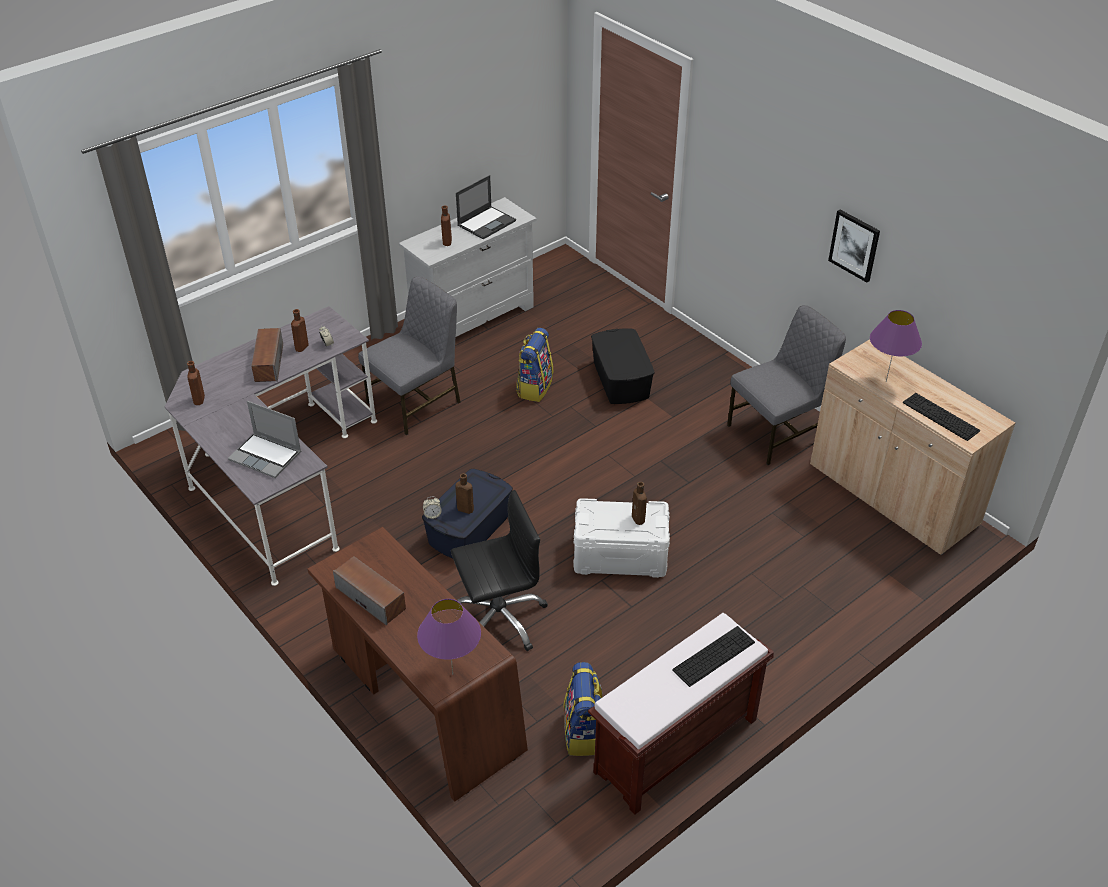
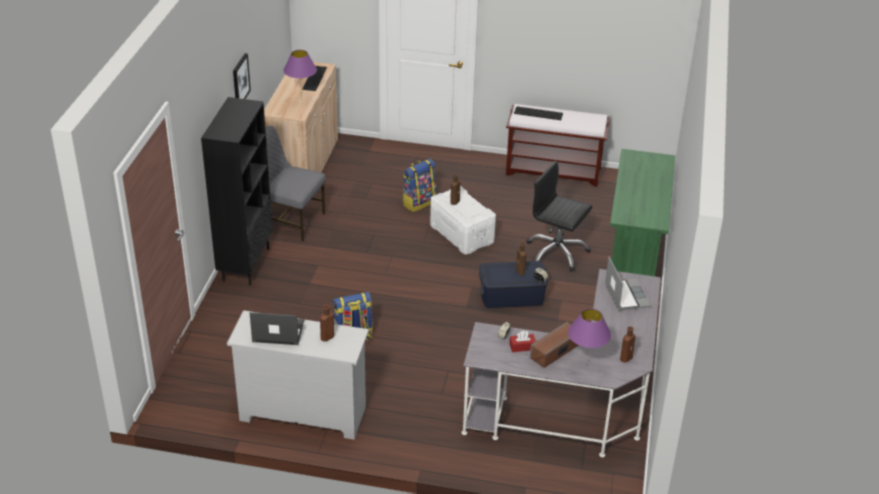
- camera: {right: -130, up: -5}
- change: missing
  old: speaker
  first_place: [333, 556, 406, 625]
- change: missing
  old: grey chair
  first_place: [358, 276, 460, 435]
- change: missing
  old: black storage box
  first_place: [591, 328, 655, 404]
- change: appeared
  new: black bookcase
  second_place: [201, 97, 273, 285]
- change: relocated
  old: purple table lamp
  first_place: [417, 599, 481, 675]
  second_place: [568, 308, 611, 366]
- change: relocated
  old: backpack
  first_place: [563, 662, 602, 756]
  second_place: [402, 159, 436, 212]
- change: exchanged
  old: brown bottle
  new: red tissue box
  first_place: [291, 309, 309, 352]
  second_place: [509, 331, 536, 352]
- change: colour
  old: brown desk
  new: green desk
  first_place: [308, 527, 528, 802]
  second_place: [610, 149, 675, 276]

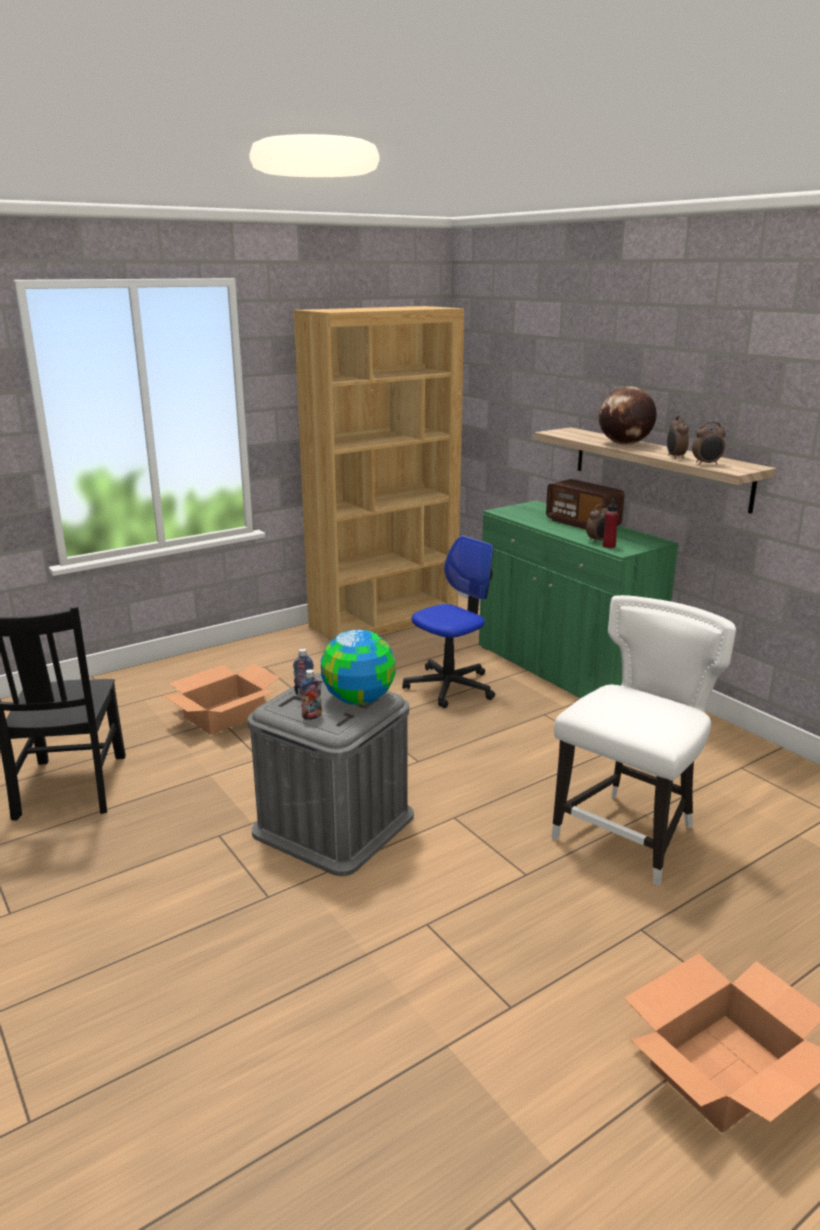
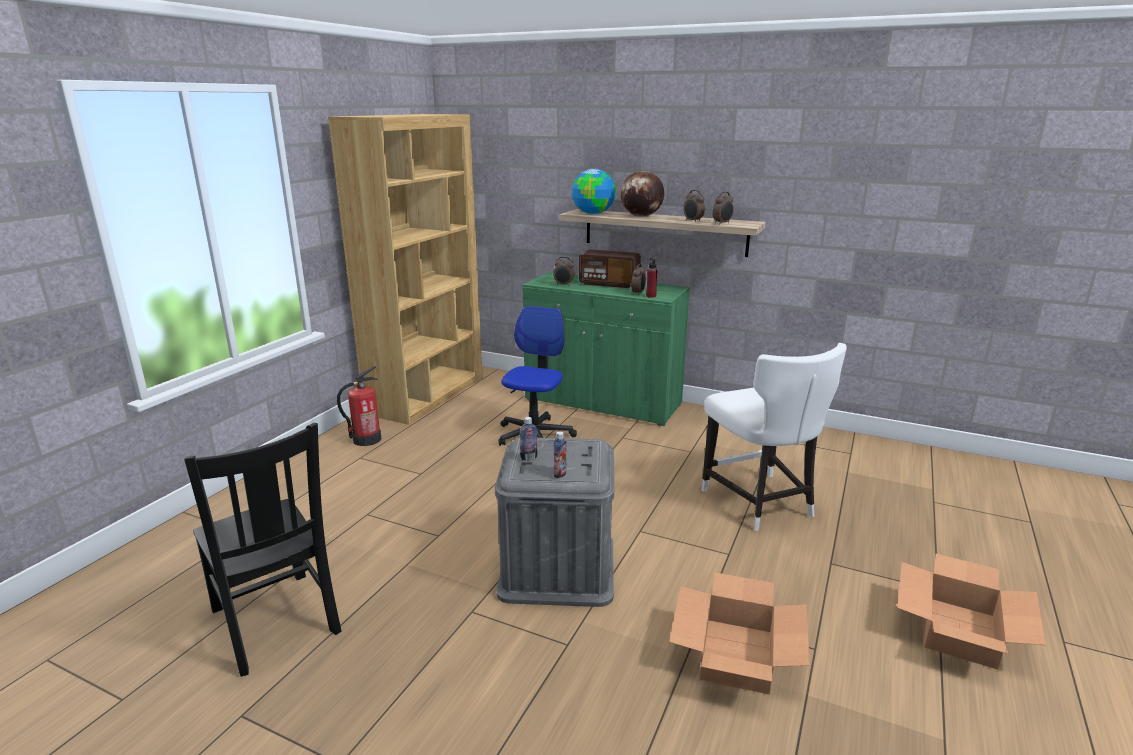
- camera: {right: -30, up: 0}
- change: appeared
  new: fire extinguisher
  second_place: [337, 366, 382, 446]
- change: appeared
  new: alarm clock
  second_place: [553, 257, 575, 286]
- change: relocated
  old: cardboard box
  first_place: [163, 663, 280, 735]
  second_place: [669, 573, 810, 694]
- change: relocated
  old: globe
  first_place: [321, 630, 395, 705]
  second_place: [572, 169, 616, 215]
- change: spun
  old: white chair
  first_place: [551, 595, 736, 886]
  second_place: [701, 343, 847, 531]
  degrees: 150

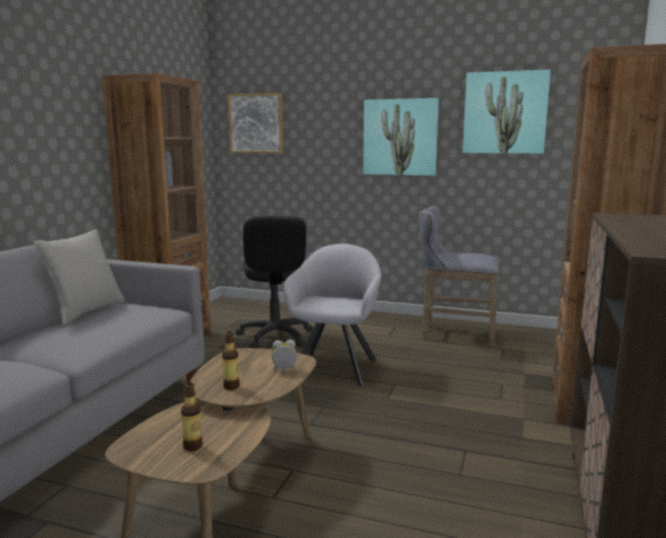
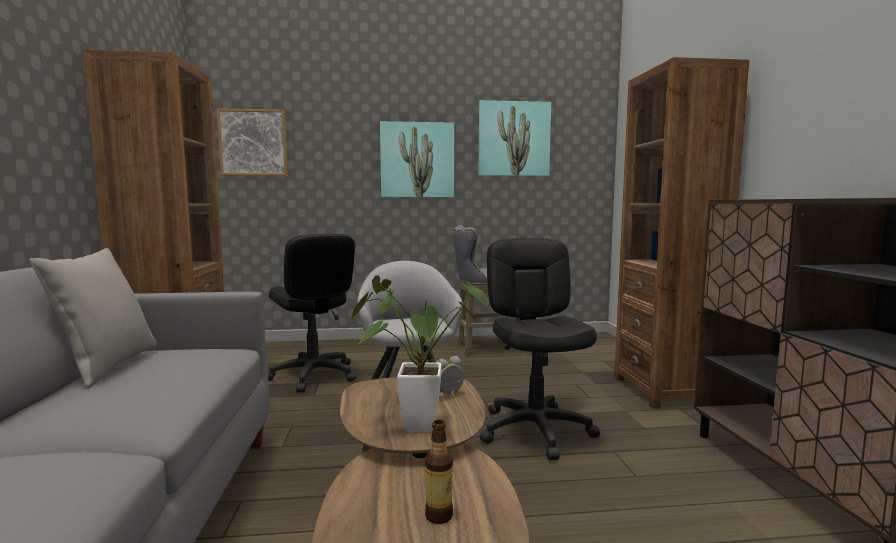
- camera: {right: -25, up: -5}
- change: appeared
  new: black office chair
  second_place: [479, 238, 600, 460]
- change: exchanged
  old: bottle
  new: potted plant
  first_place: [222, 331, 240, 390]
  second_place: [351, 275, 488, 432]

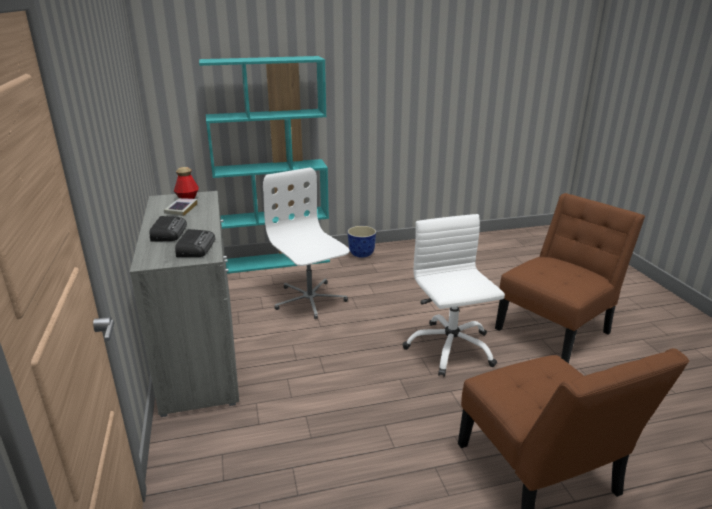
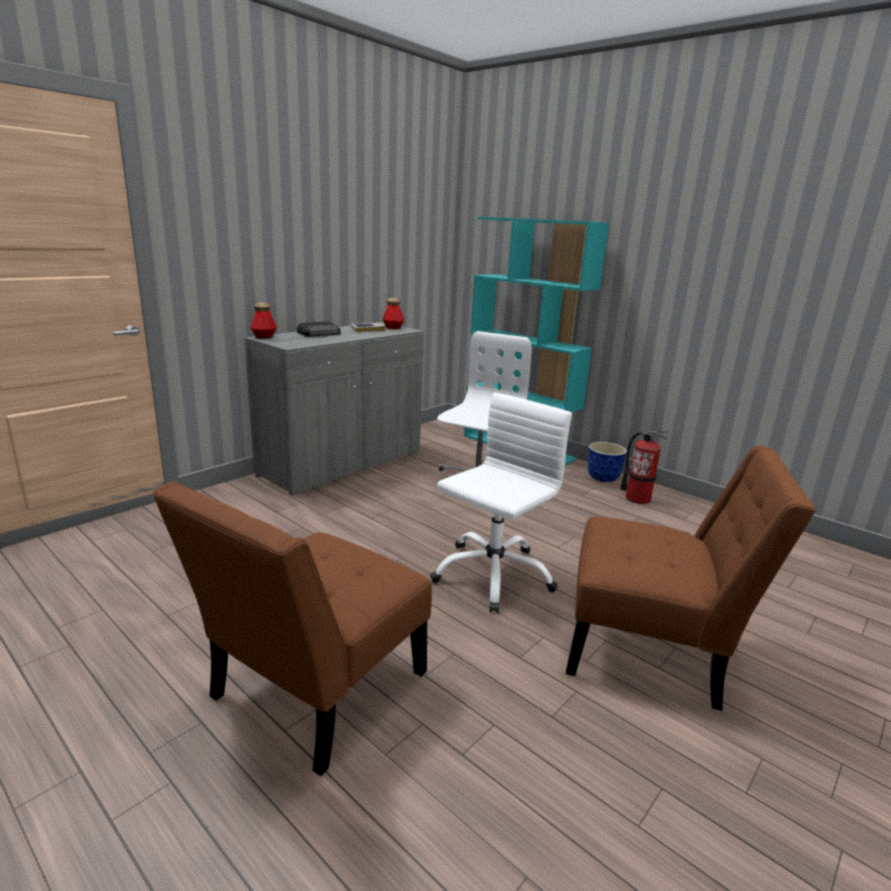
- camera: {right: 55, up: -5}
- change: missing
  old: radio
  first_place: [175, 229, 215, 257]
- change: appeared
  new: bottle
  second_place: [250, 303, 277, 339]
- change: appeared
  new: fire extinguisher
  second_place: [620, 430, 669, 504]

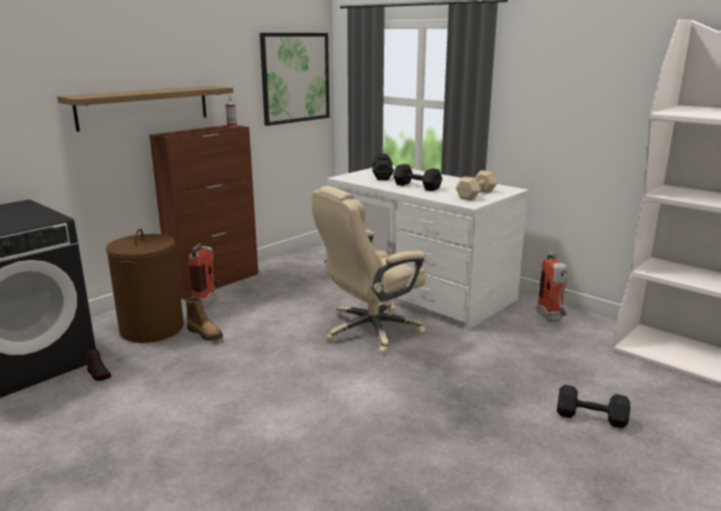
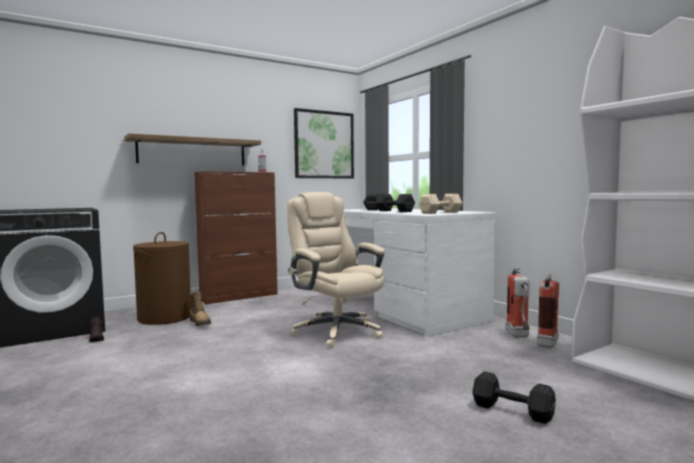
- camera: {right: 15, up: -15}
- change: relocated
  old: fire extinguisher
  first_place: [189, 242, 218, 308]
  second_place: [537, 273, 559, 348]
- change: spun
  old: beige office chair
  first_place: [311, 186, 426, 355]
  second_place: [287, 192, 385, 348]
  degrees: 75

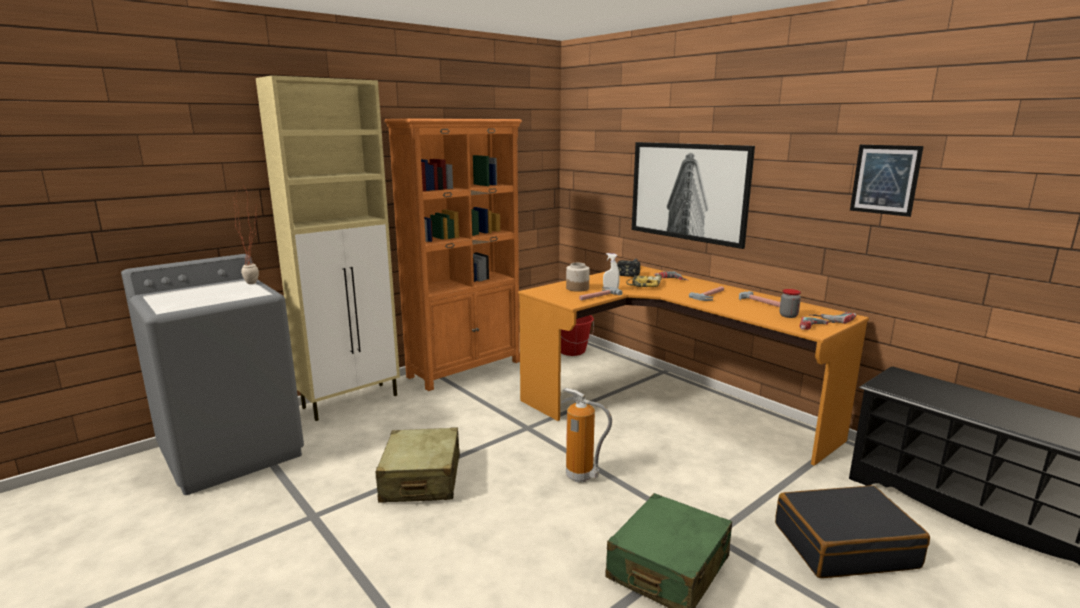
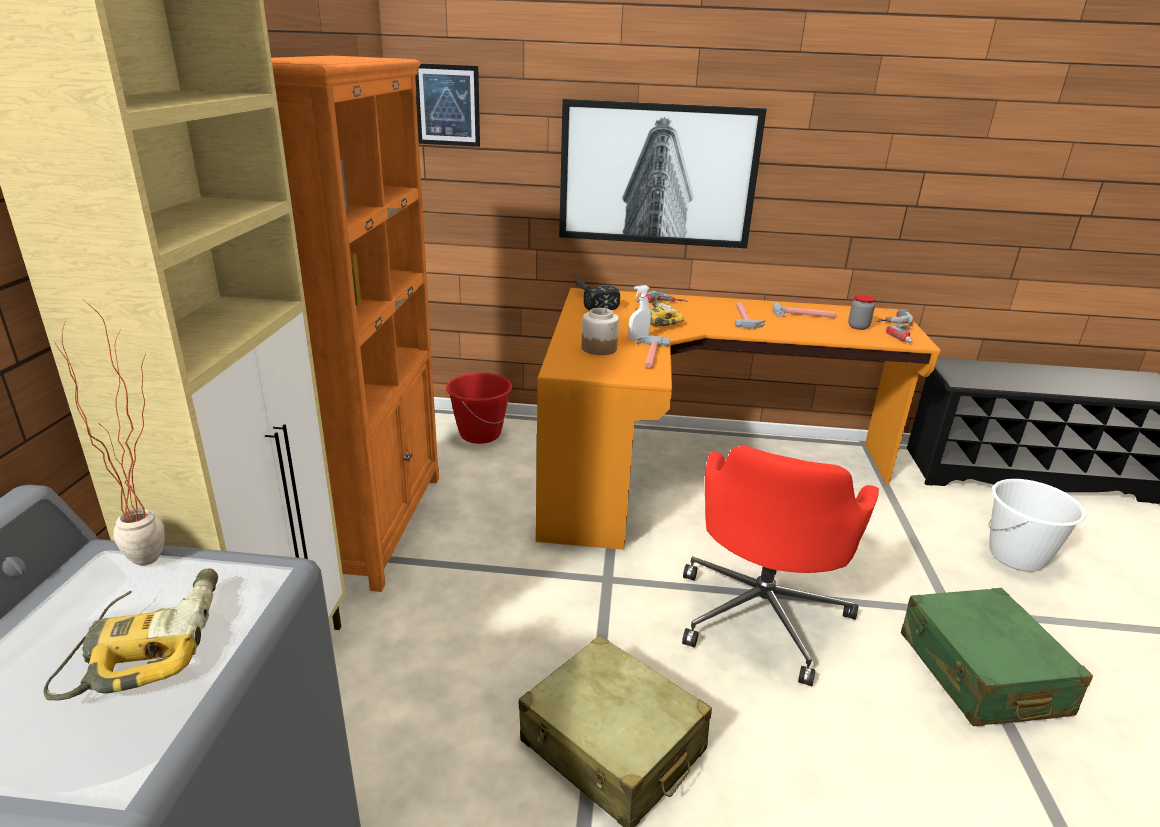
- camera: {right: -45, up: 10}
- change: appeared
  new: power drill
  second_place: [43, 569, 218, 700]
- change: relocated
  old: picture
  first_place: [850, 145, 924, 217]
  second_place: [415, 64, 480, 147]
- change: exchanged
  old: fire extinguisher
  new: red office chair
  first_place: [562, 388, 612, 483]
  second_place: [682, 446, 879, 686]
- change: exchanged
  old: black suitcase
  new: white bucket
  first_place: [775, 485, 930, 578]
  second_place: [989, 479, 1086, 572]

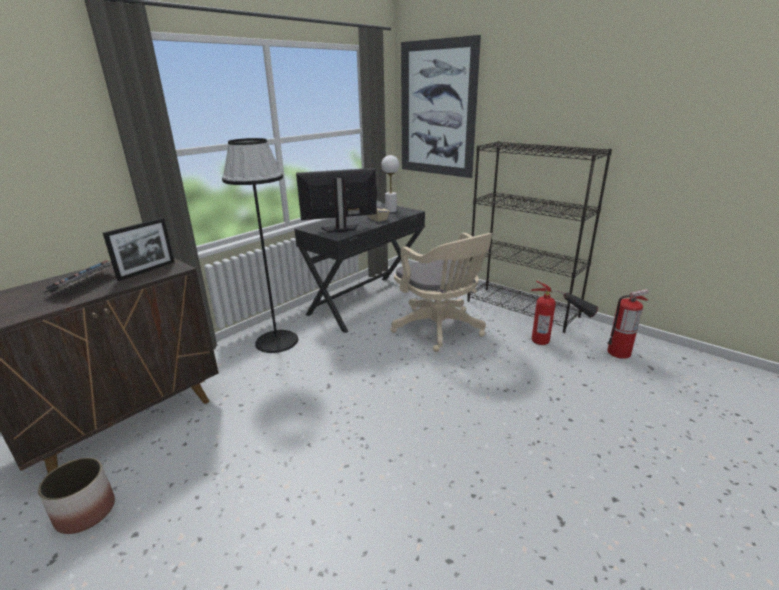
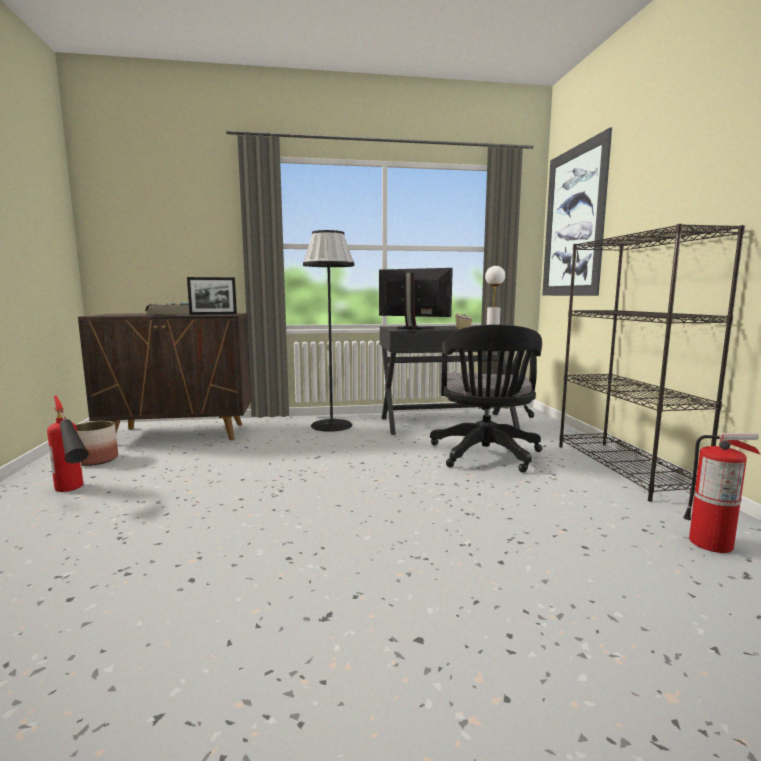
- camera: {right: 40, up: -15}
- change: relocated
  old: fire extinguisher
  first_place: [531, 281, 598, 345]
  second_place: [47, 395, 89, 492]
- change: colour
  old: beige office chair
  new: black office chair
  first_place: [391, 233, 492, 352]
  second_place: [430, 324, 542, 473]

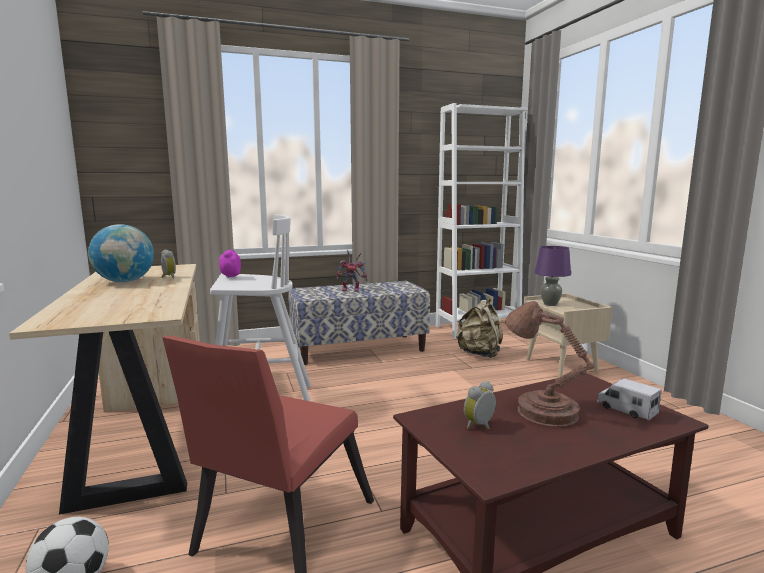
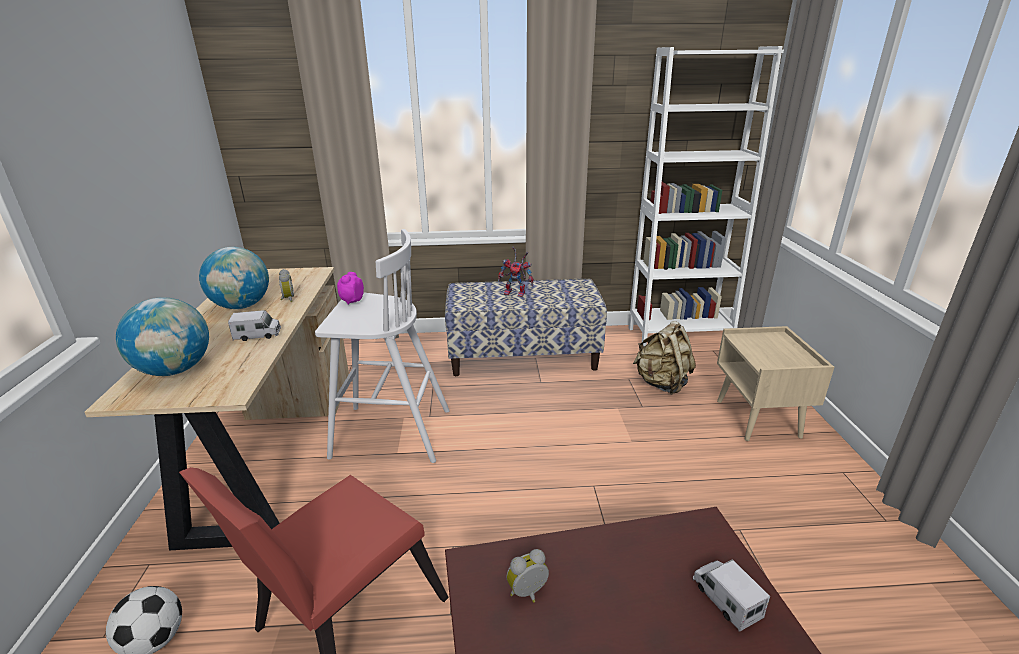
- camera: {right: 15, up: 15}
- change: missing
  old: brown table lamp
  first_place: [505, 301, 595, 427]
- change: missing
  old: purple table lamp
  first_place: [534, 246, 571, 306]
- change: appeared
  new: globe
  second_place: [116, 297, 209, 376]
- change: appeared
  new: toy truck
  second_place: [228, 310, 281, 341]

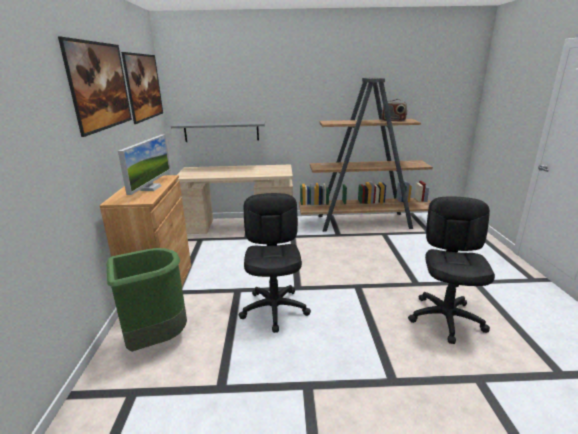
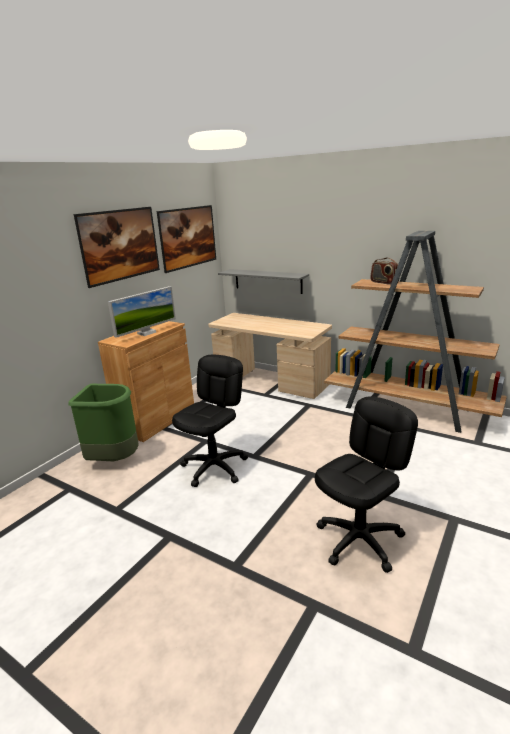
- camera: {right: 35, up: 0}
- change: relocated
  old: radio
  first_place: [381, 99, 407, 121]
  second_place: [370, 257, 399, 285]

